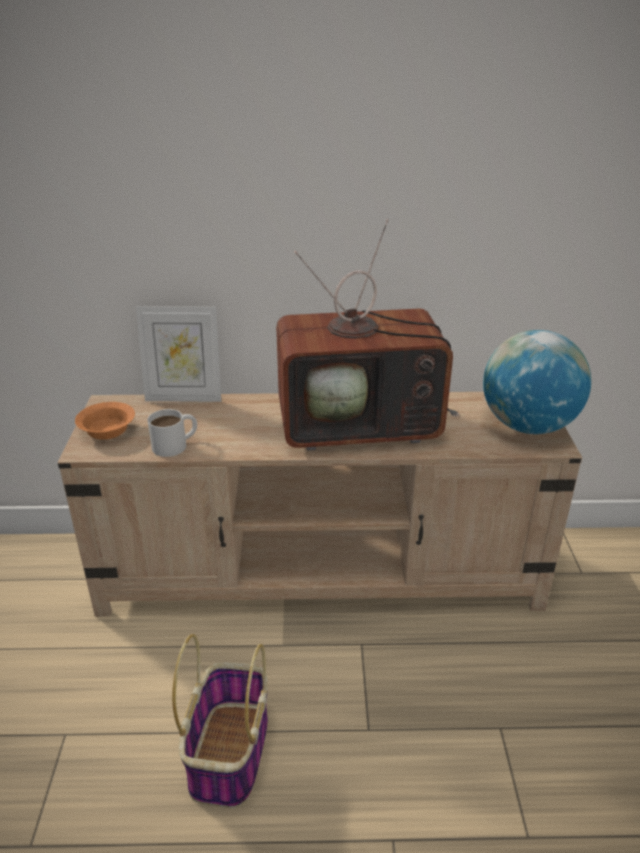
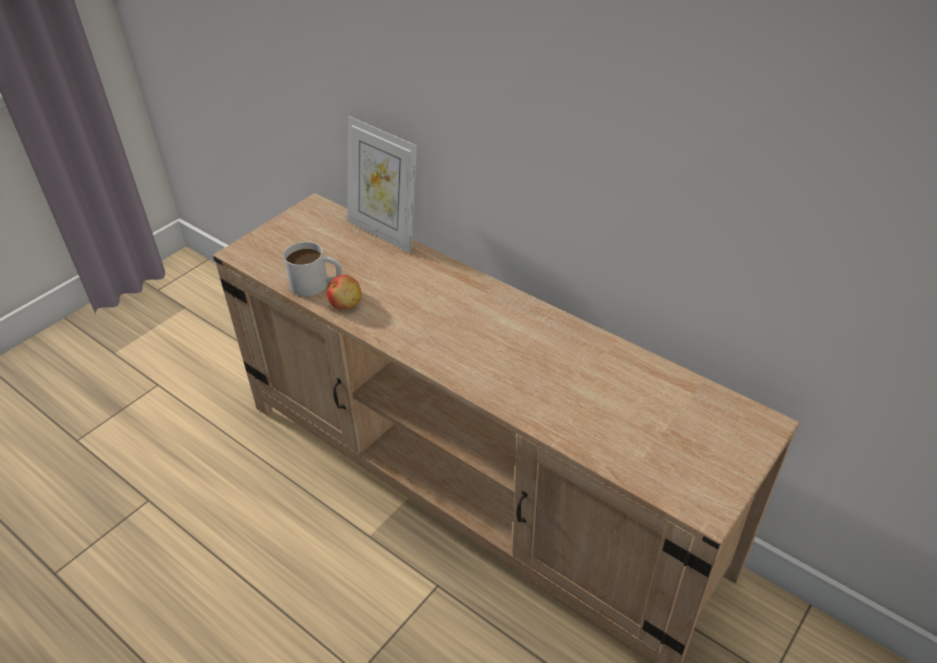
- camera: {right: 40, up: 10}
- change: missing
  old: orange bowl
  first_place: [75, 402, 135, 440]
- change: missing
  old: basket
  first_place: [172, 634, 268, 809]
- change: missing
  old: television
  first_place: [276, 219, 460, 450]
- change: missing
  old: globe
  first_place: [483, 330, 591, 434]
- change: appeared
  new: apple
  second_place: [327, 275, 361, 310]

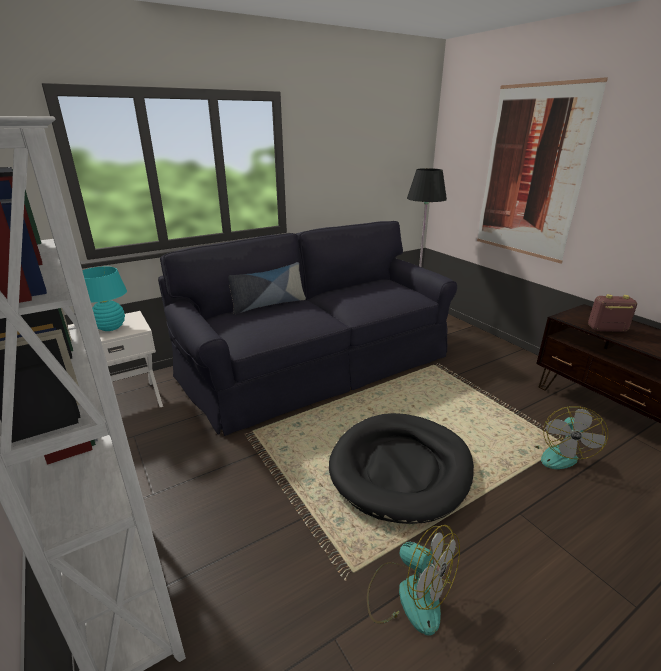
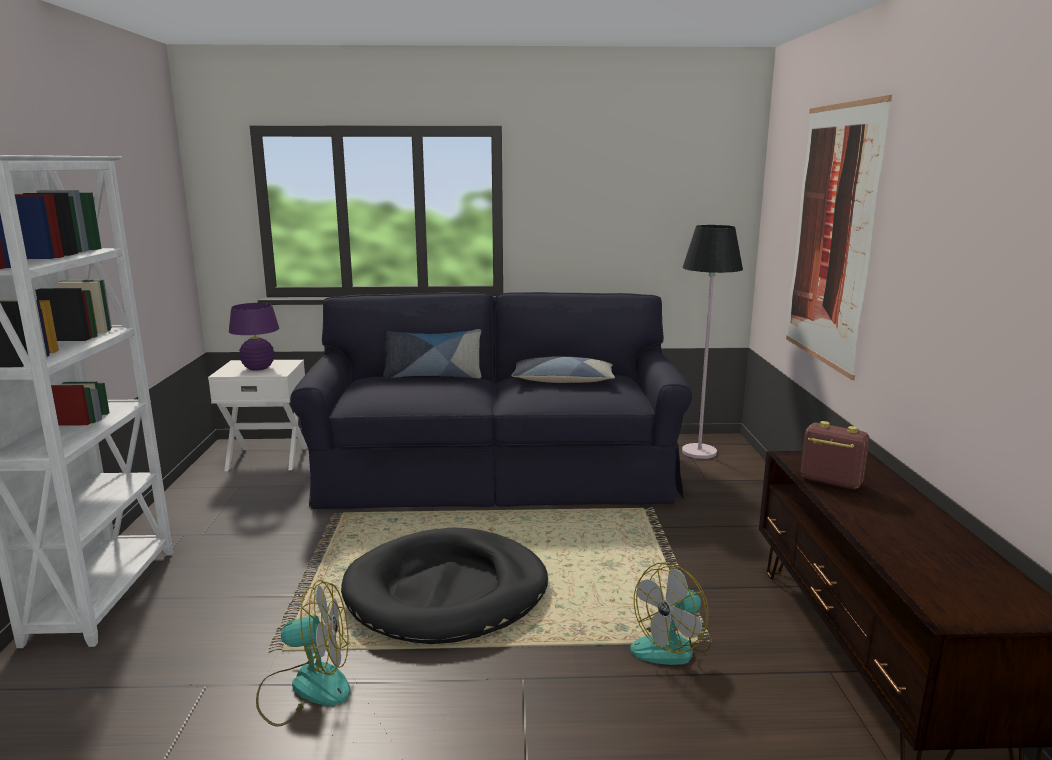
- camera: {right: 30, up: -10}
- change: appeared
  new: pillow
  second_place: [511, 357, 615, 383]
- change: colour
  old: turquoise table lamp
  new: purple table lamp
  first_place: [82, 266, 127, 331]
  second_place: [229, 303, 280, 371]
- change: spun
  old: fan
  first_place: [367, 525, 460, 636]
  second_place: [256, 580, 350, 726]
  degrees: -75

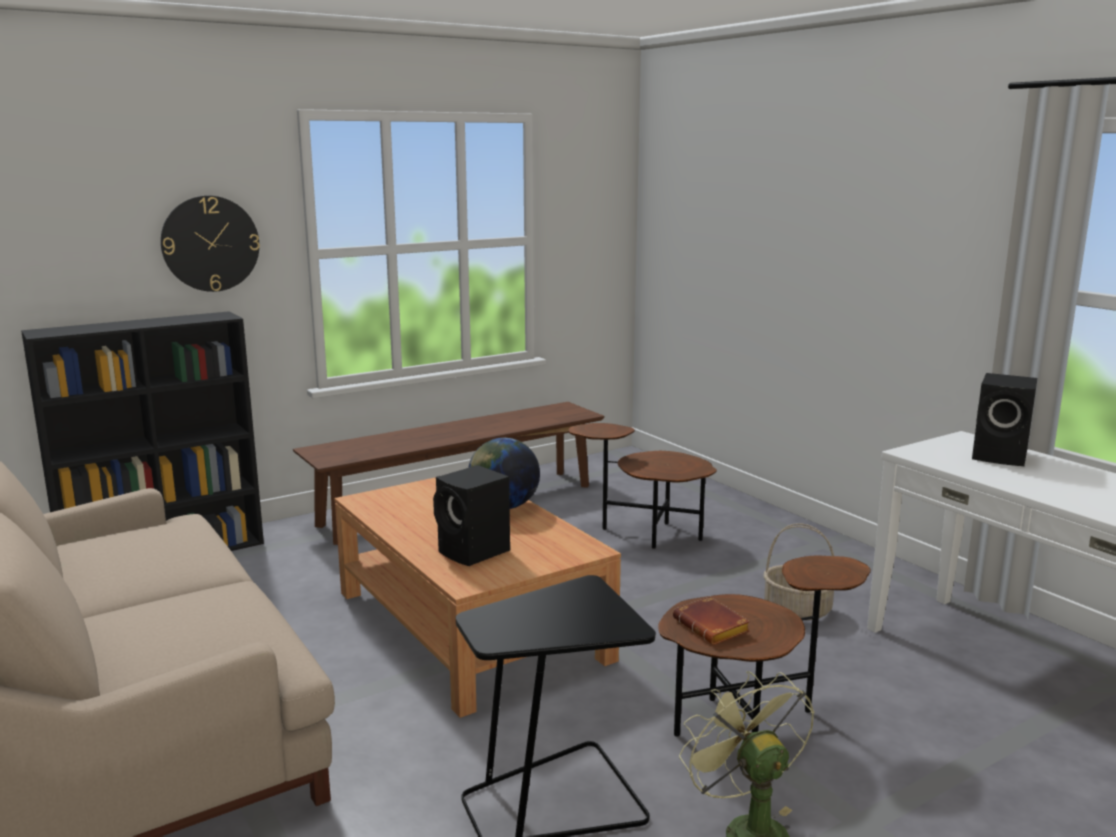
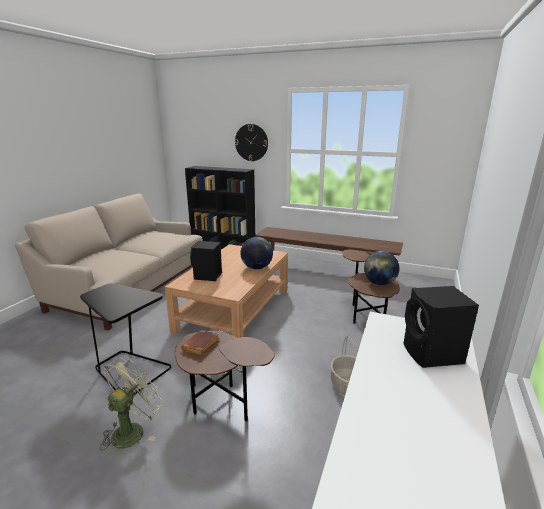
- camera: {right: 55, up: 5}
- change: appeared
  new: globe
  second_place: [364, 251, 400, 285]

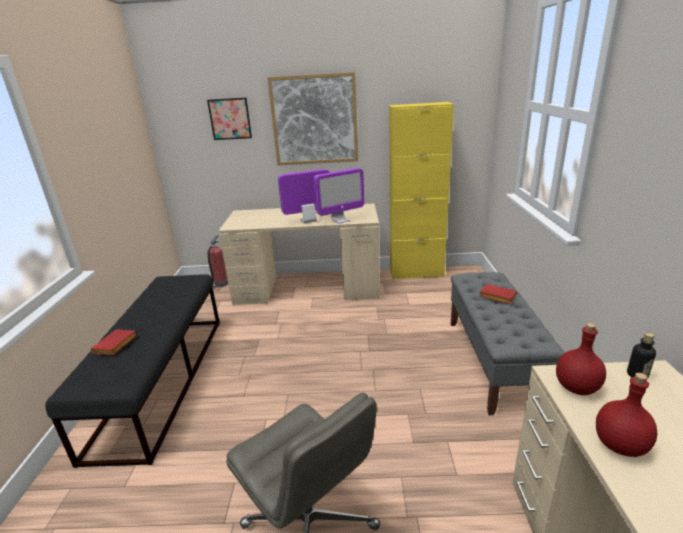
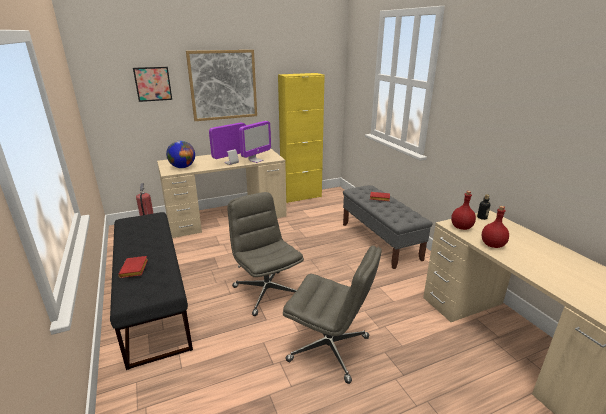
- camera: {right: -25, up: 0}
- change: appeared
  new: globe
  second_place: [166, 141, 195, 168]
- change: appeared
  new: grey office chair
  second_place: [227, 192, 304, 316]

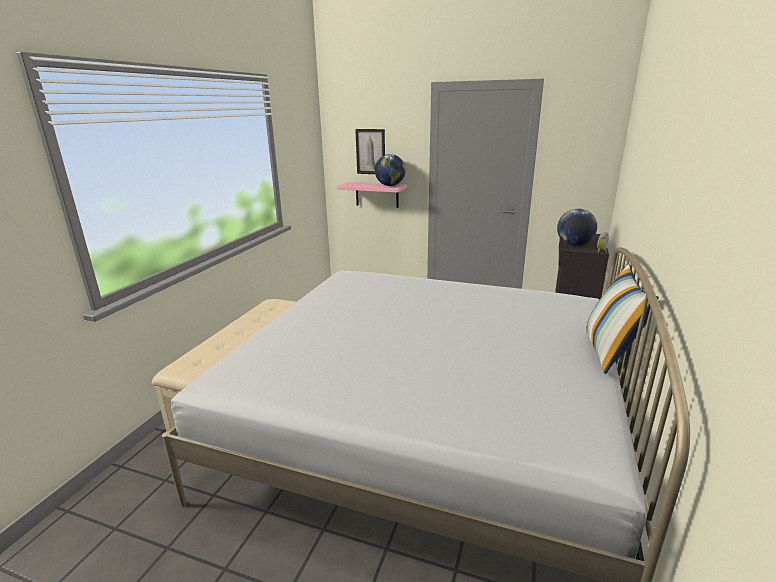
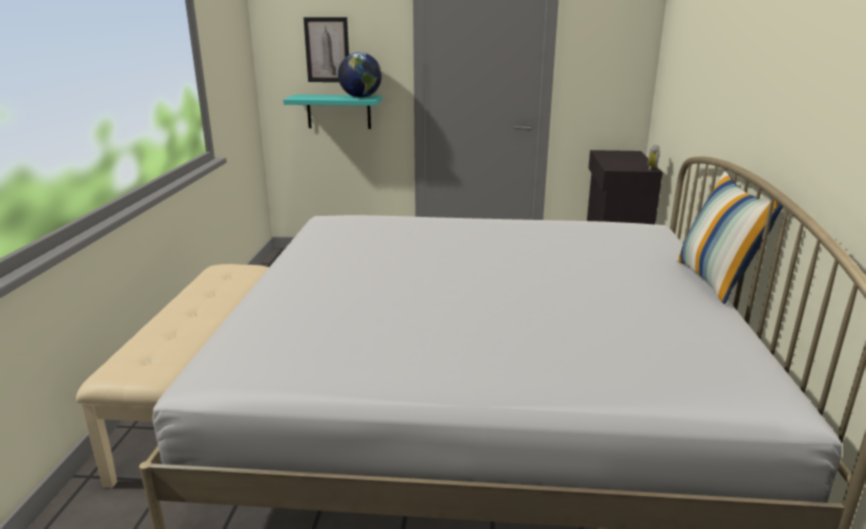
- camera: {right: -15, up: 0}
- change: missing
  old: globe
  first_place: [557, 209, 597, 246]
- change: colour
  old: pink shelf
  new: turquoise shelf
  first_place: [337, 182, 407, 208]
  second_place: [283, 94, 382, 129]

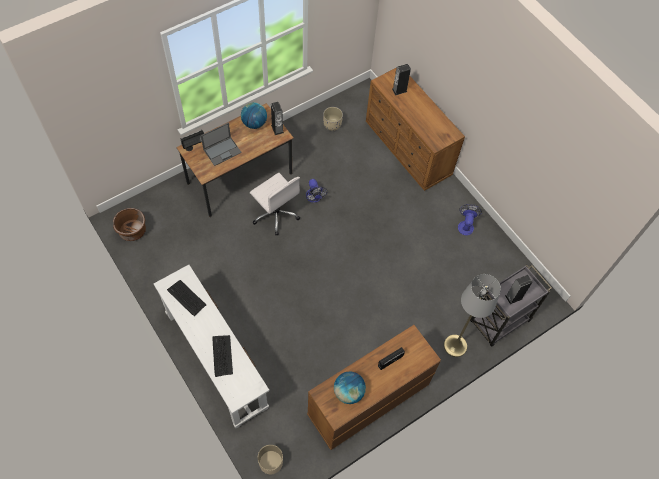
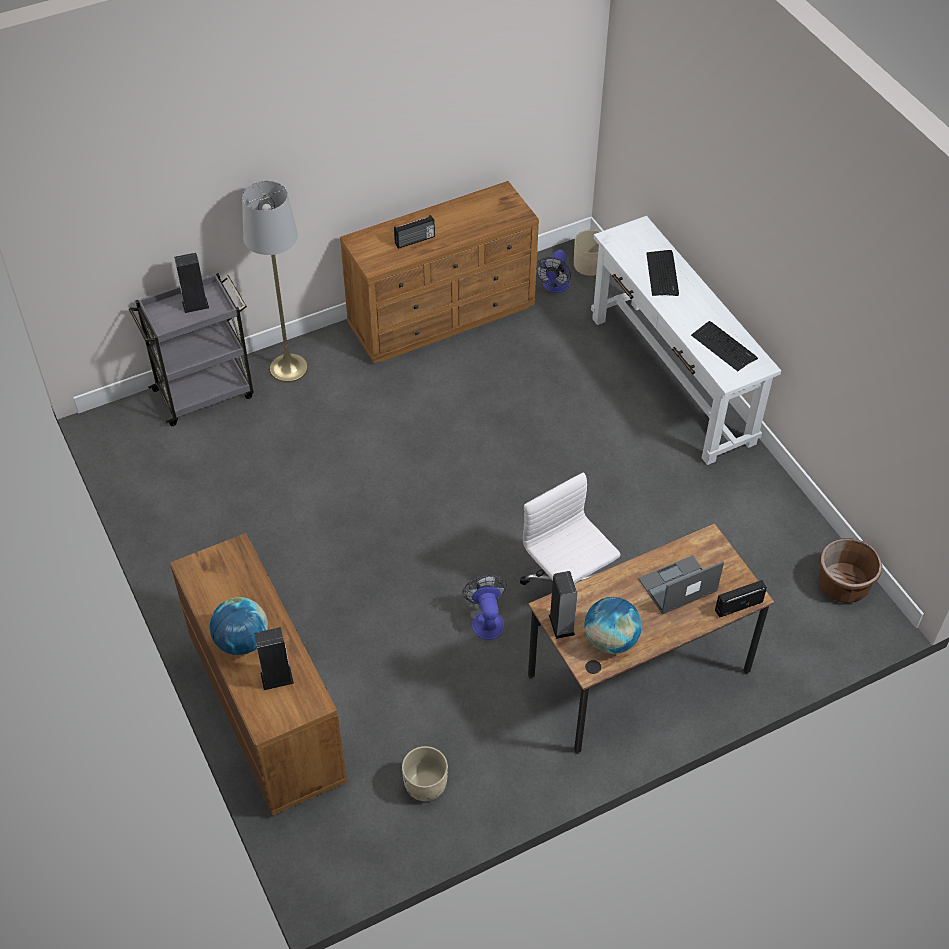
- camera: {right: -170, up: -10}
- change: relocated
  old: globe
  first_place: [334, 372, 366, 404]
  second_place: [210, 597, 268, 655]
- change: relocated
  old: fan
  first_place: [458, 204, 482, 236]
  second_place: [536, 250, 571, 293]

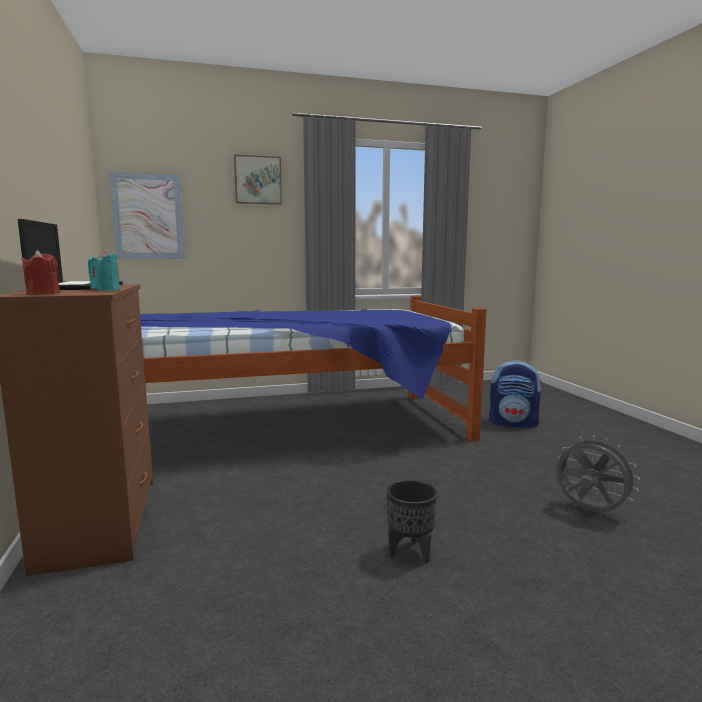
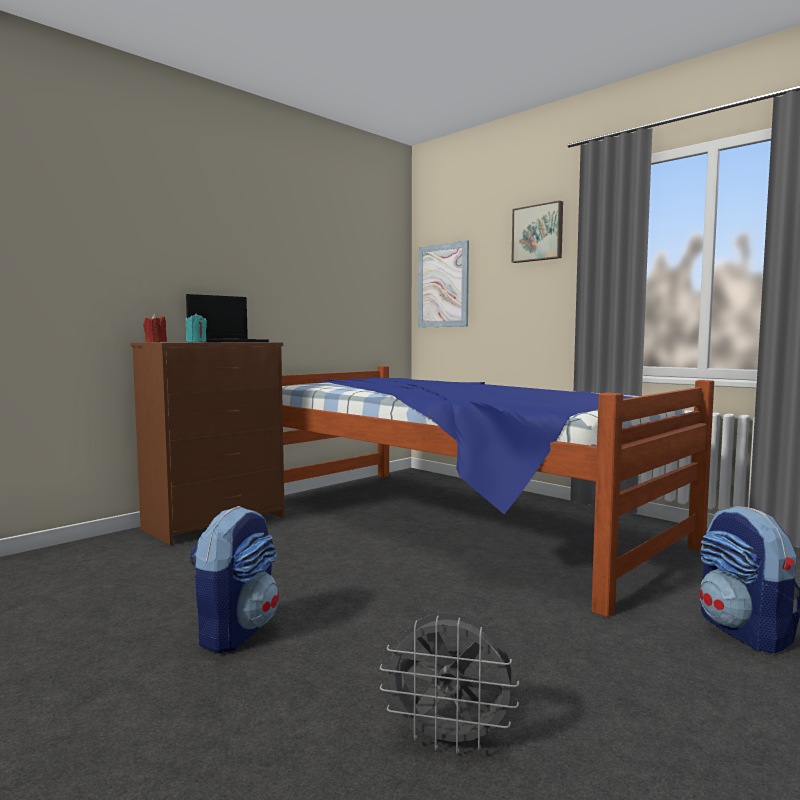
- camera: {right: 60, up: -5}
- change: exchanged
  old: black planter
  new: backpack
  first_place: [387, 480, 438, 563]
  second_place: [190, 506, 279, 653]
- change: spun
  old: grey fan
  first_place: [556, 435, 640, 512]
  second_place: [380, 612, 519, 754]
  degrees: 90

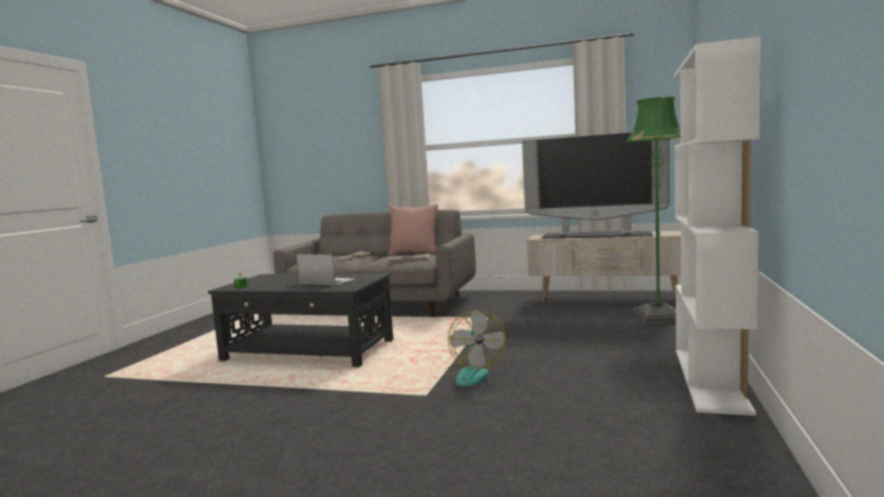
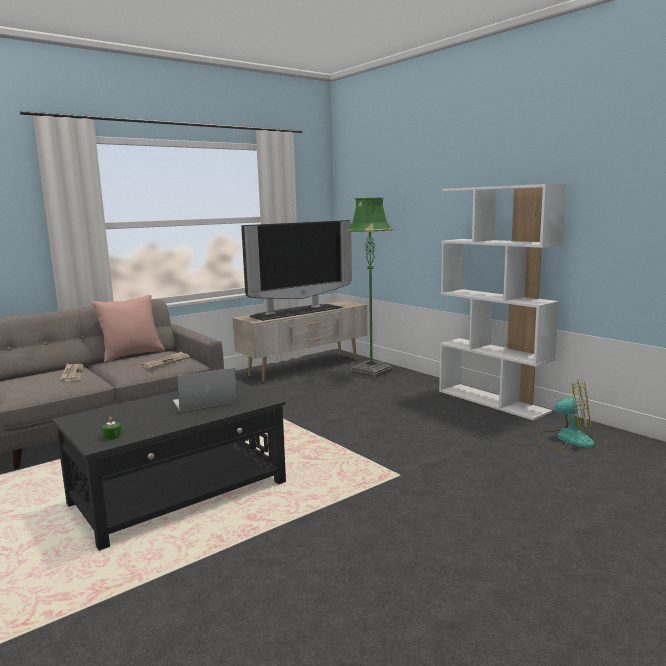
- camera: {right: -55, up: 5}
- change: relocated
  old: fan
  first_place: [441, 309, 506, 386]
  second_place: [538, 379, 594, 450]

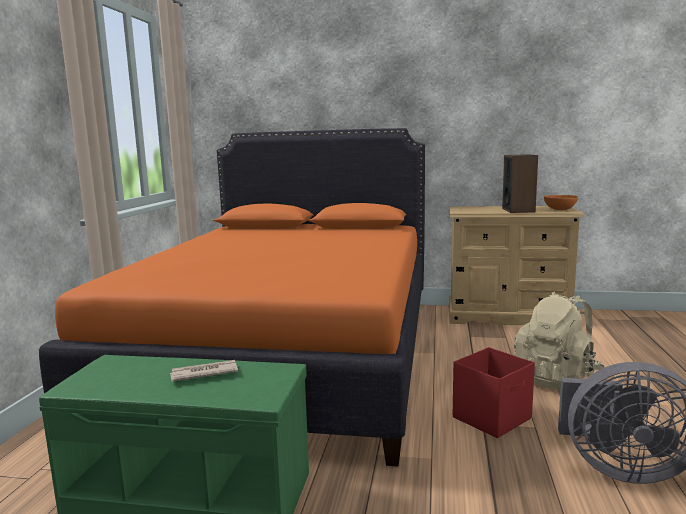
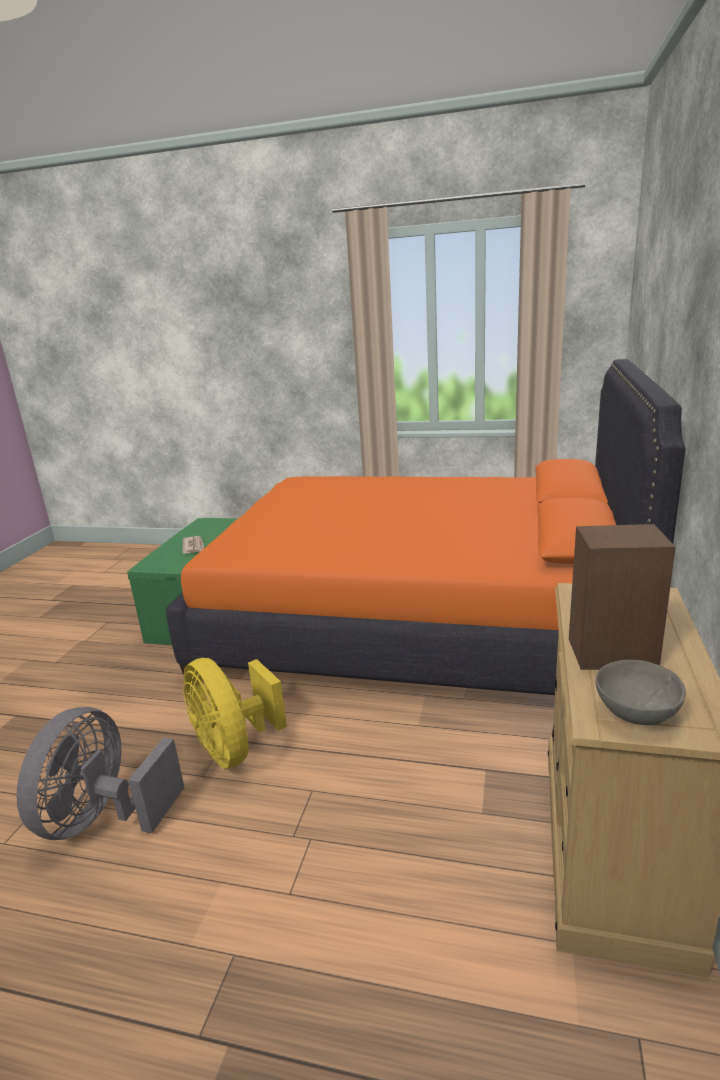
- camera: {right: 95, up: 10}
- change: missing
  old: beige backpack
  first_place: [513, 292, 604, 390]
- change: exchanged
  old: red storage box
  new: yellow fan
  first_place: [453, 347, 535, 438]
  second_place: [183, 658, 287, 769]
- change: colour
  old: orange bowl
  new: grey bowl
  first_place: [544, 195, 578, 210]
  second_place: [596, 660, 686, 725]

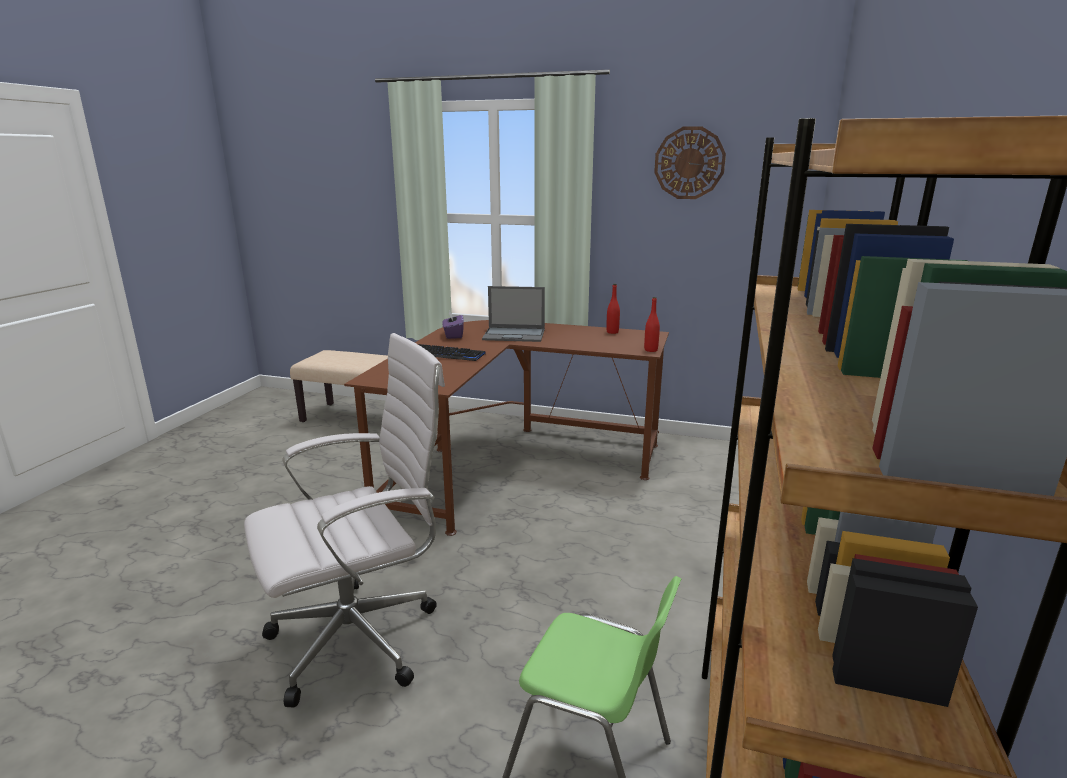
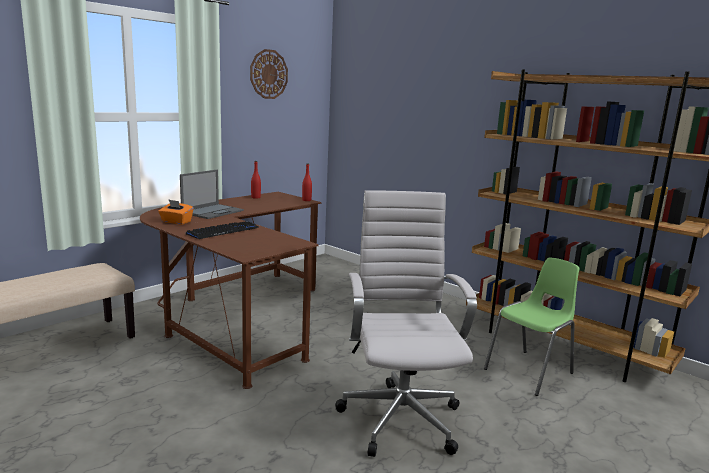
- camera: {right: -65, up: -5}
- change: colour
  old: purple tissue box
  new: orange tissue box
  first_place: [442, 311, 464, 339]
  second_place: [158, 199, 194, 225]

